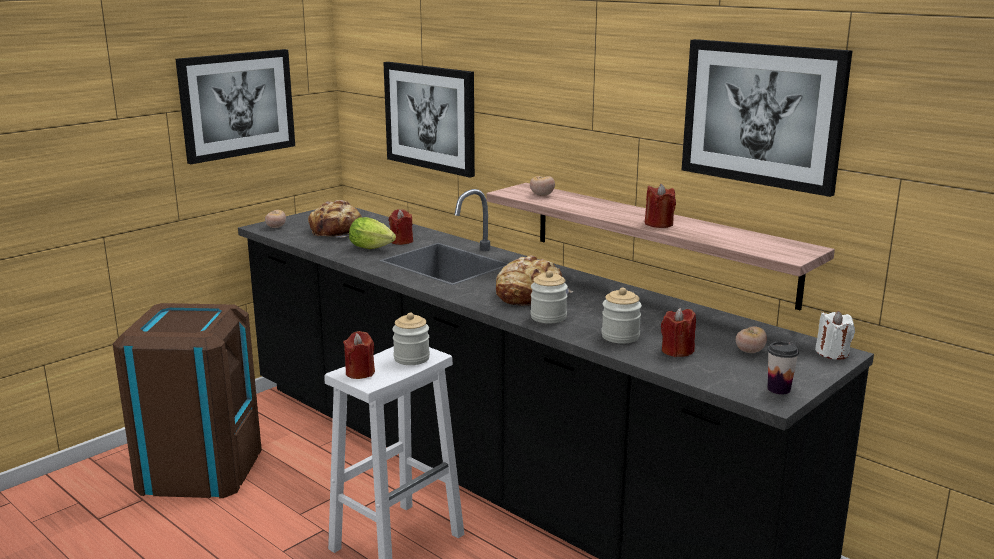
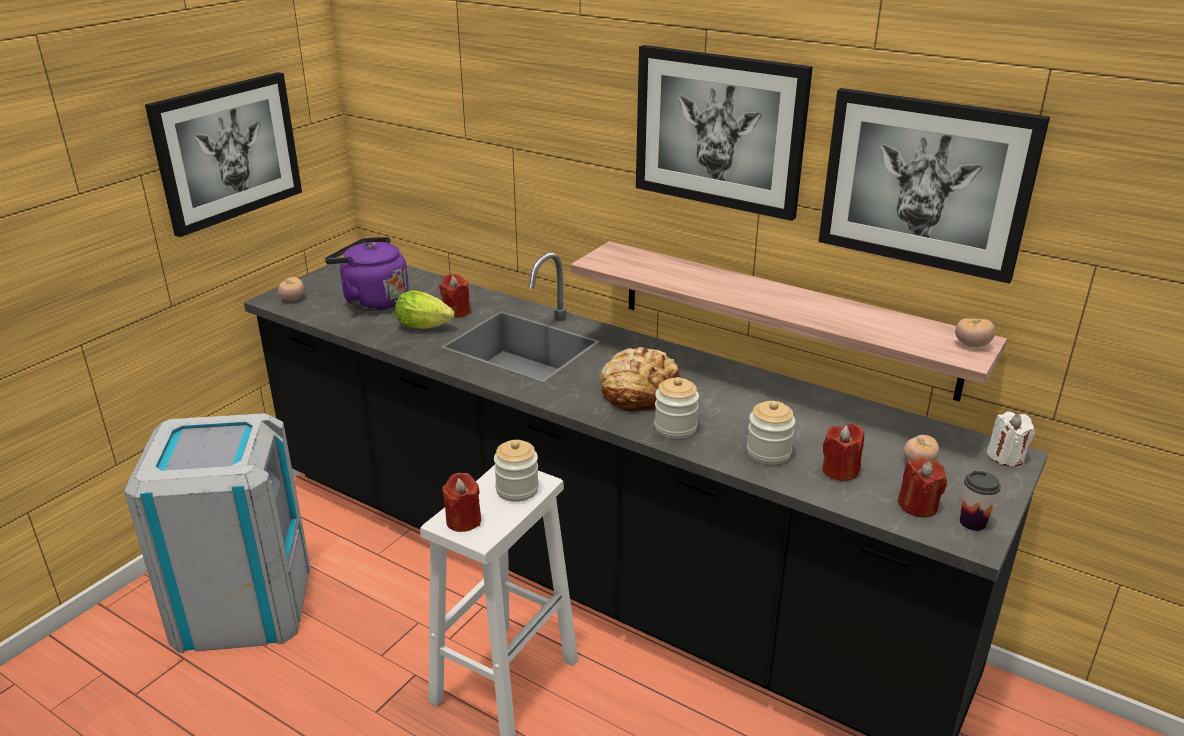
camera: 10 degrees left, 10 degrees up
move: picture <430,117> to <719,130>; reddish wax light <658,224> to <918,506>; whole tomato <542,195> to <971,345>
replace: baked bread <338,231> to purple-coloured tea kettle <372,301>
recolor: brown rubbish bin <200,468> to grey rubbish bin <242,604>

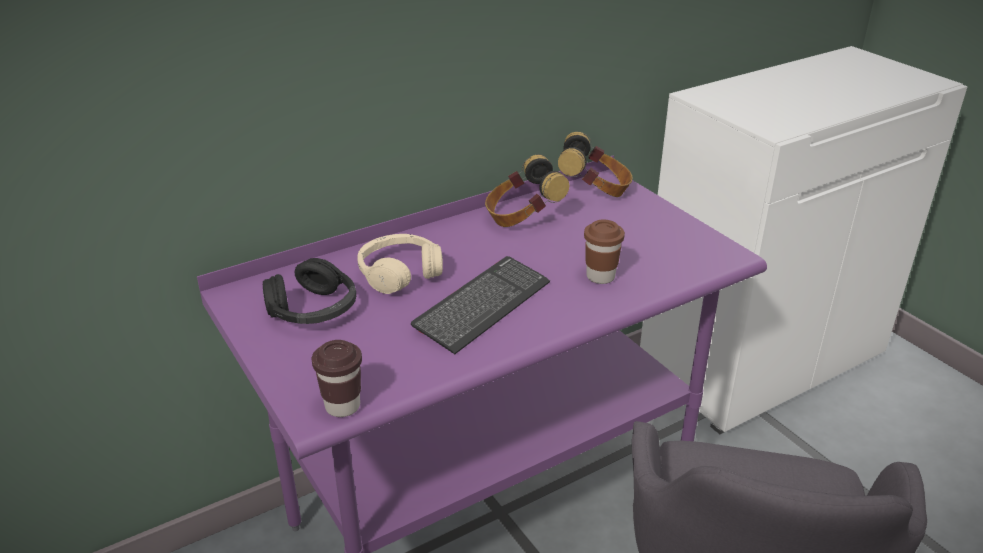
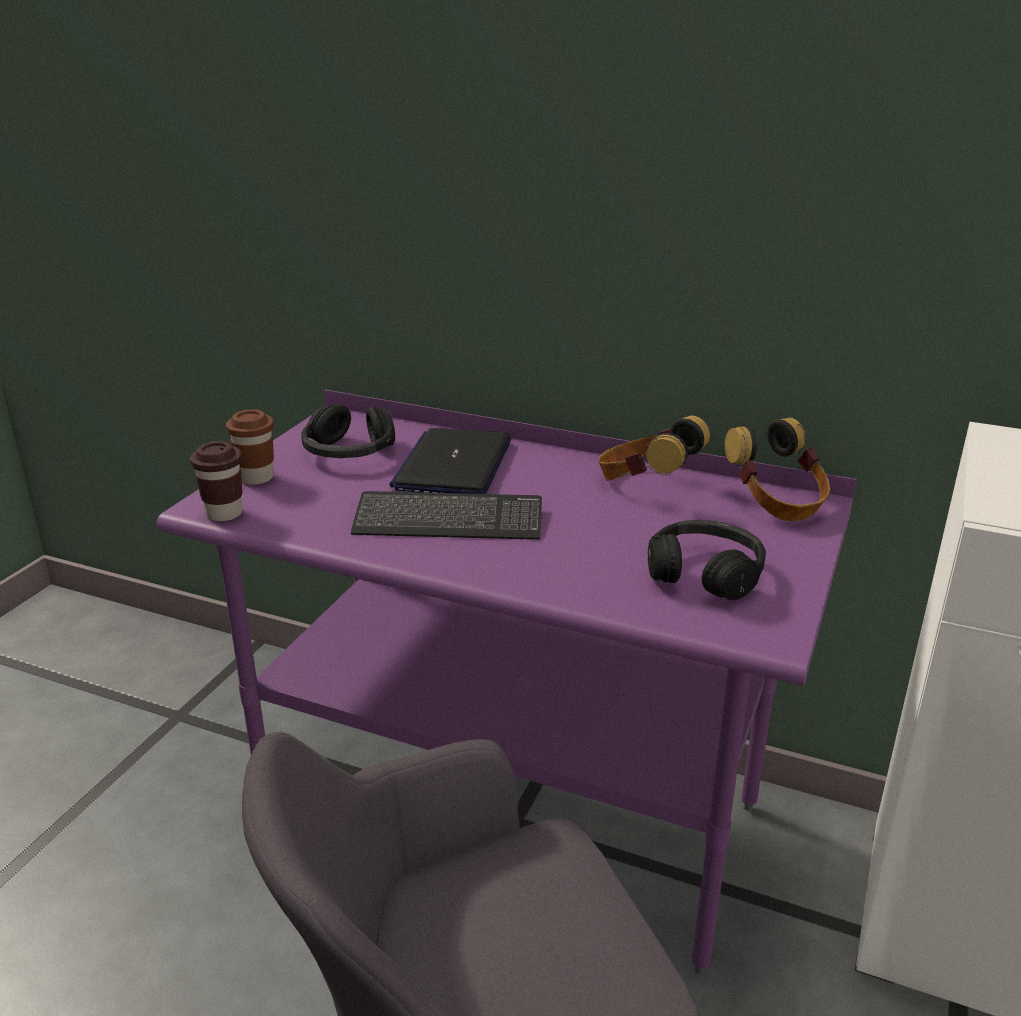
camera: 55 degrees right, 5 degrees down
insert: blackish headset <705,573>
move: brown small cup <600,276> to <257,478>
replace: beige-coloured headset <400,273> to laptop <453,465>

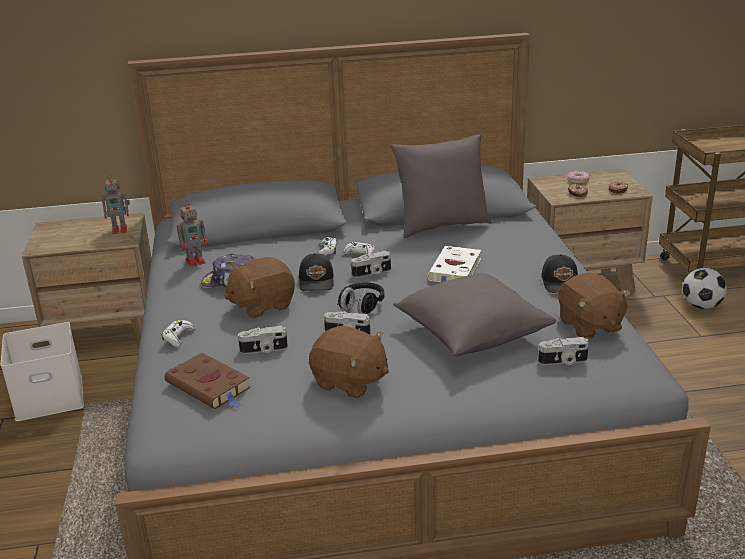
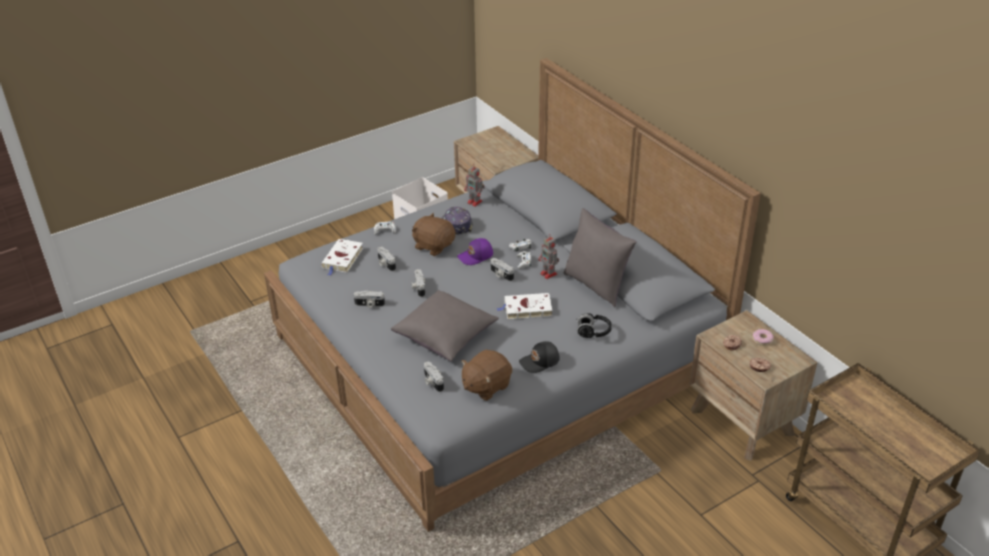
camera: 65 degrees right, 10 degrees up
delete: football ball <701,306>
move: toy robot <121,230> to <549,274>; blackish headset <361,306> to <593,332>
replace: brown plush toy <350,382> to still camera <369,305>
recolor: brown book <210,386> to white book <342,259>; blackish cap <317,281> to purple-coloured cap <476,256>

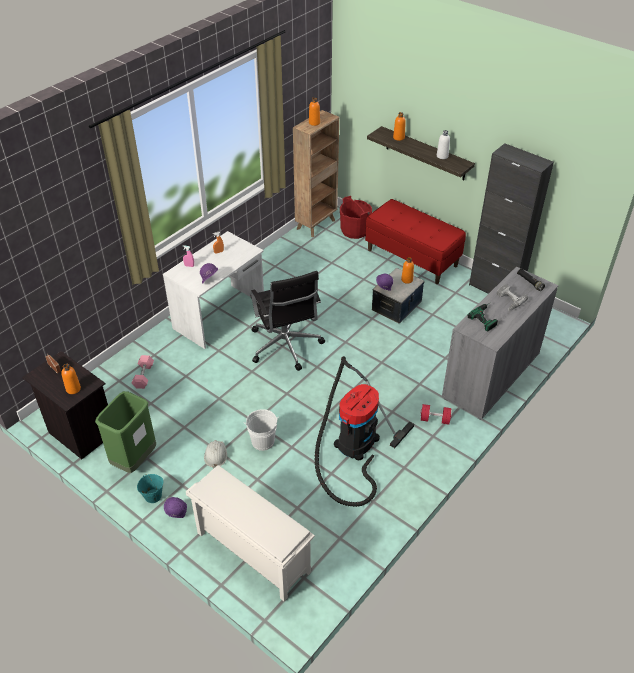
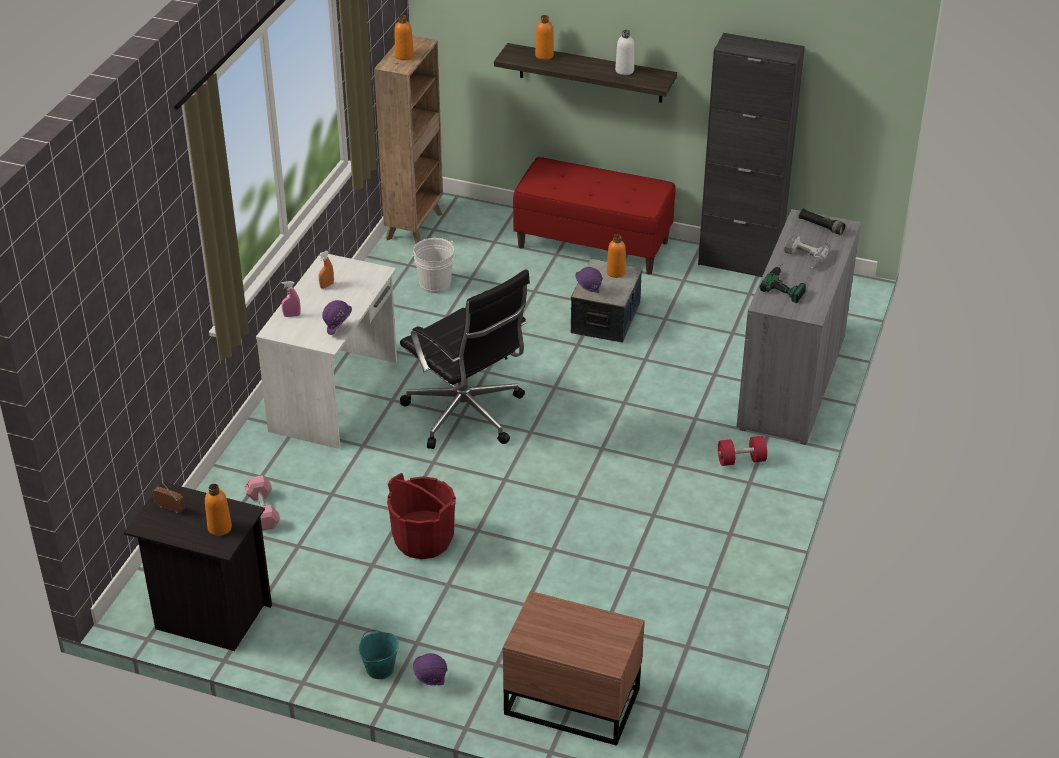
camera: 20 degrees left, 5 degrees down
delete: greenish rubbish bin <134,460>; white hard hat <215,455>; hoover <354,446>
move: reddish pail <355,230> to <423,539>; white pail <263,441> to <435,284>
replace: white shoe stand <251,552> to brown bedside table <571,699>

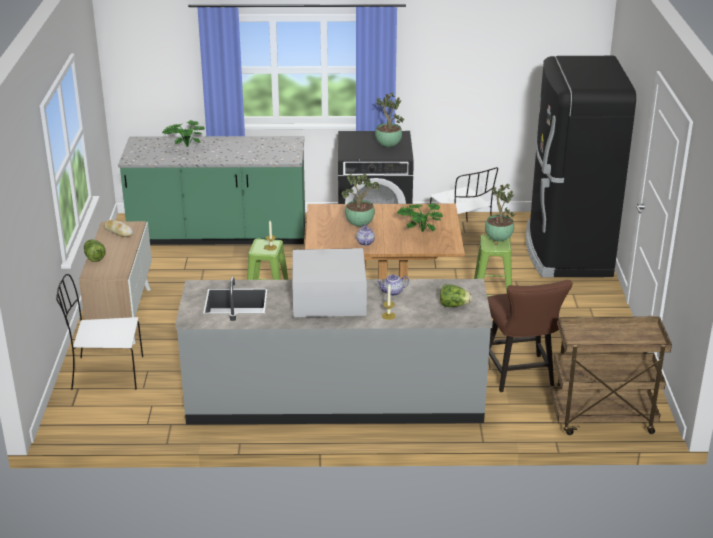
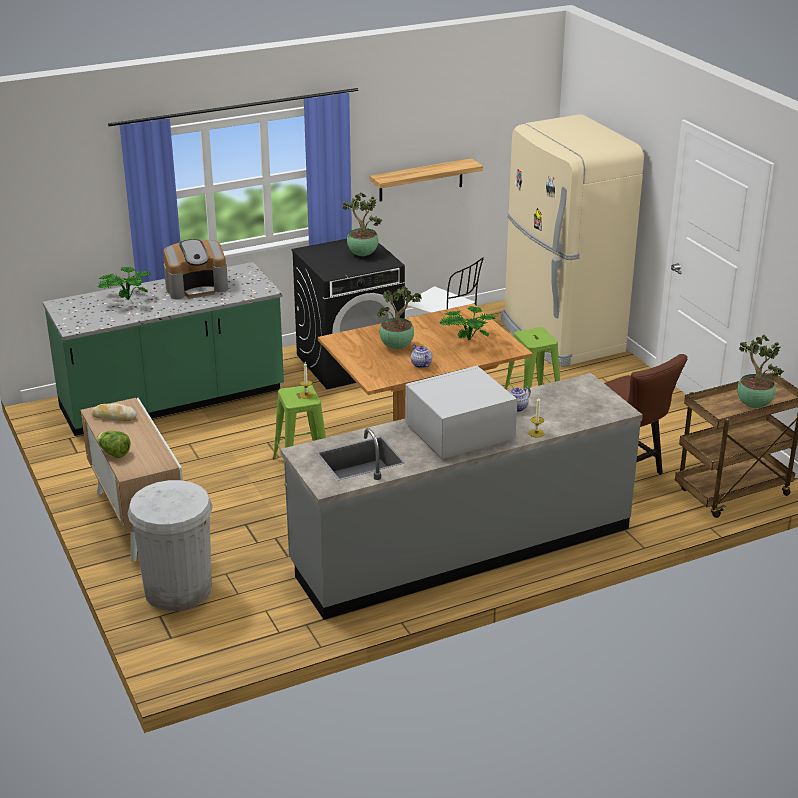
camera: 25 degrees left, 0 degrees up
delete: lettuce head <453,305>
insert: coffee brewer <196,287>; wall shelf <421,180>
move: potted plant <498,239> to <752,405>
replace: white plain chair <105,373> to white rubbish bin <178,590>
recolor: blackish refrigerator <566,252> to beige-coloured refrigerator <560,337>

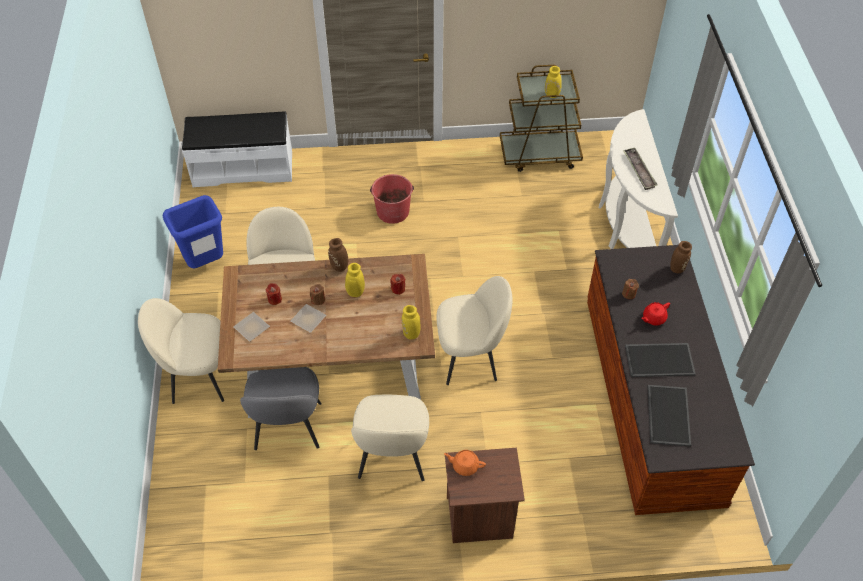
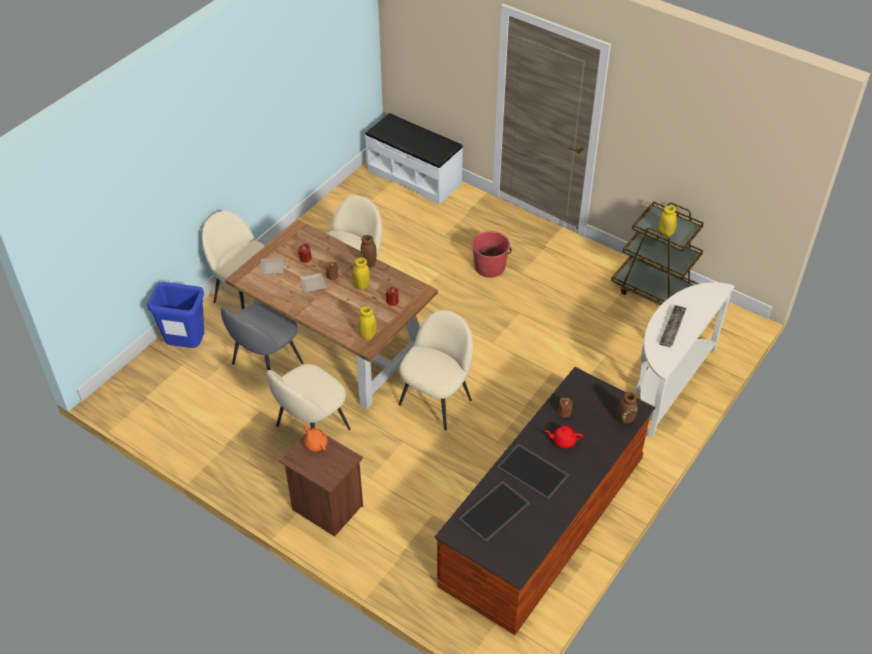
camera: 40 degrees right, 5 degrees down
move: bluish rubbish bin <205,264> to <186,346>
rotate: beige-coloured plain chair <470,357> = <436,400> 90 degrees counterclockwise

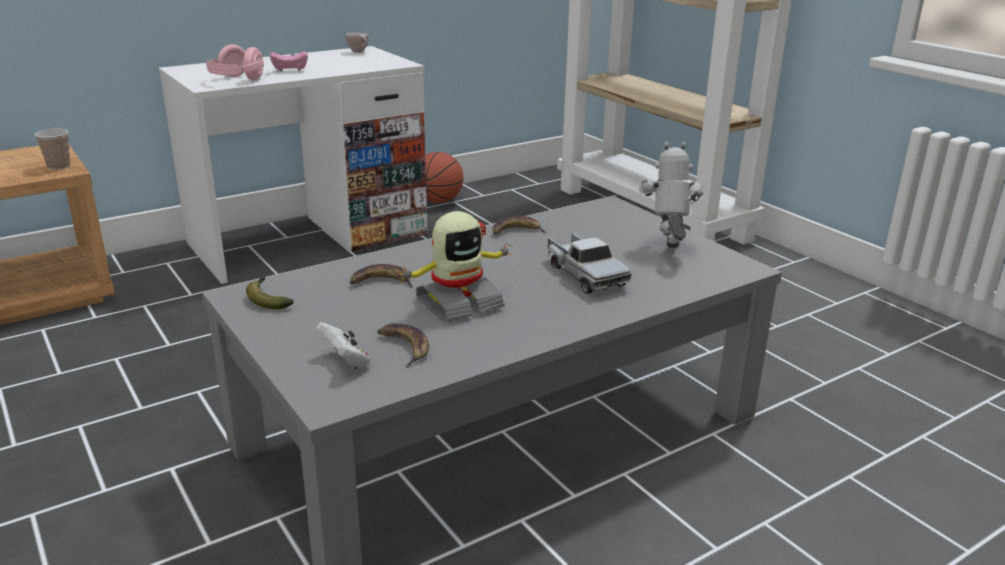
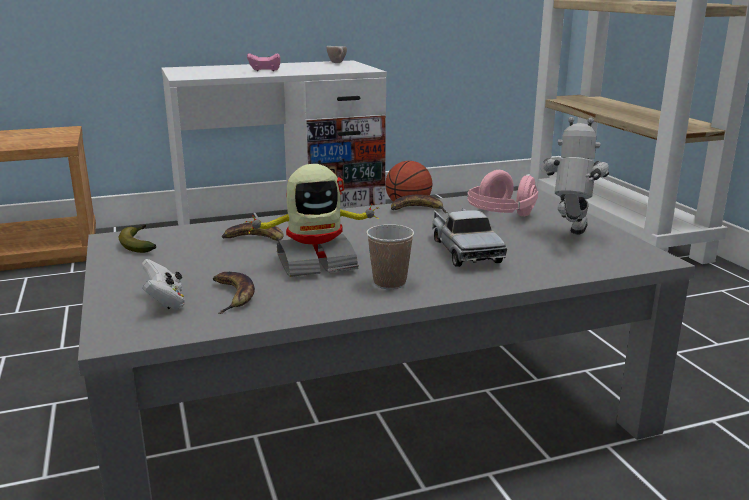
camera: 15 degrees right, 5 degrees down
move: small cup <59,166> to <389,283>; pinkish headset <236,80> to <501,215>

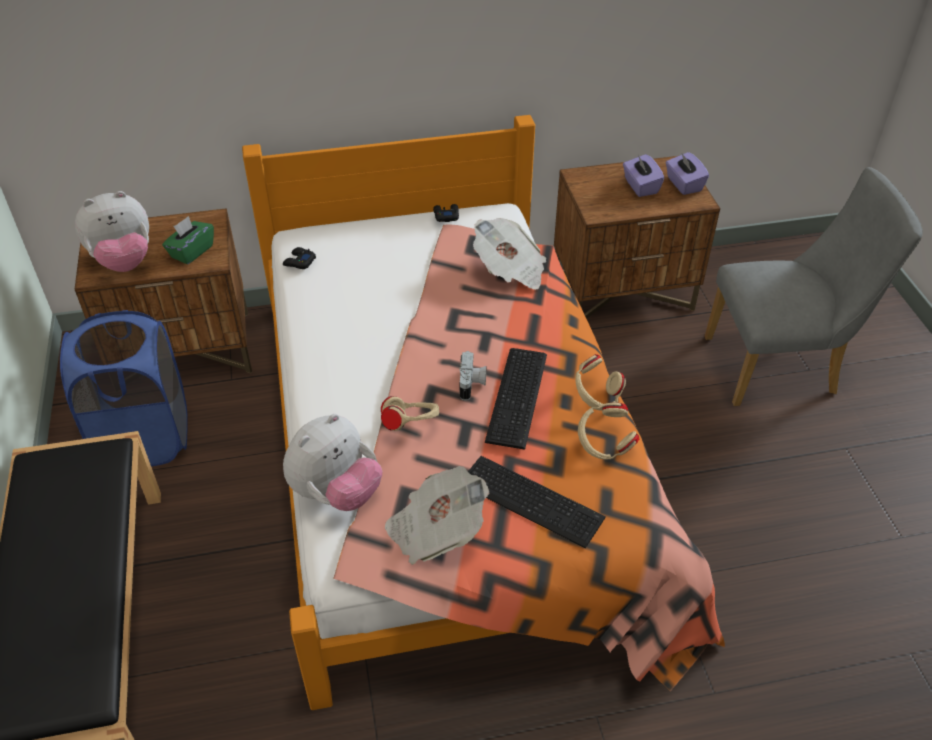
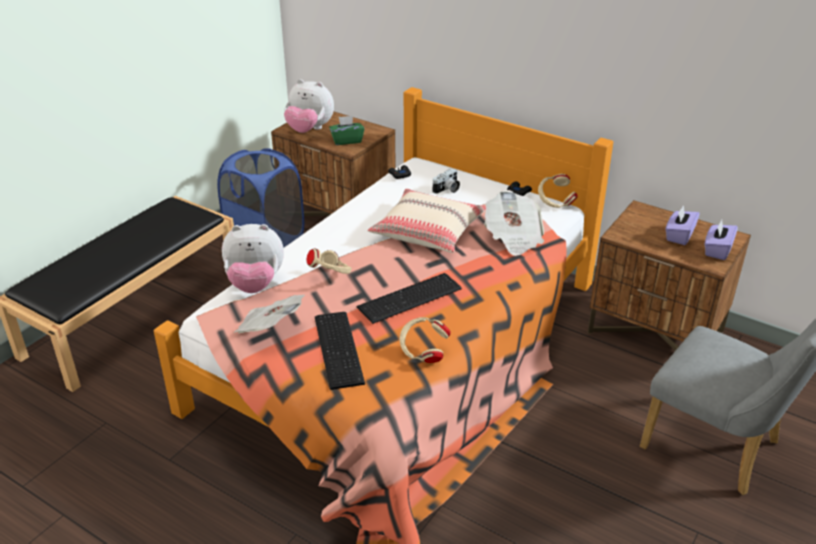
camera: 45 degrees right, 10 degrees down
insert: beige-coloured pillow <428,231>
move: still camera <472,384> to <447,190>; beige-coloured headset <596,398> to <555,203>

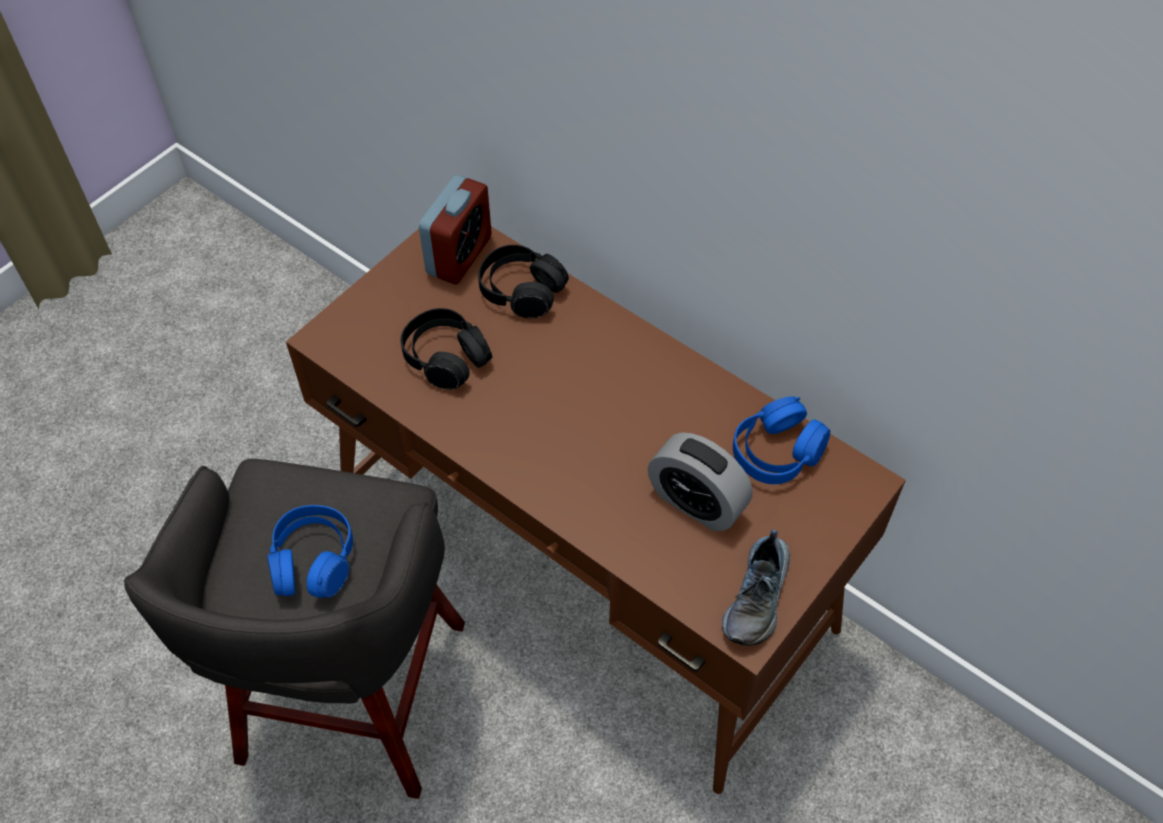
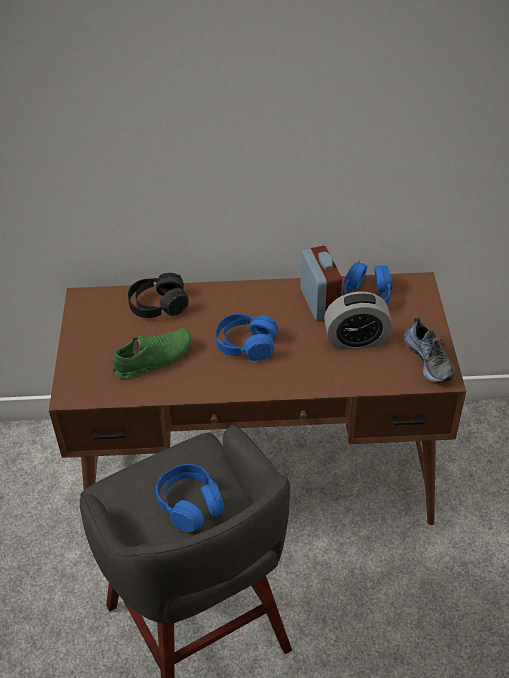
camera: 40 degrees left, 10 degrees down
insert: bluish headset <246,344>
move: alarm clock <459,255> to <319,303>
replace: blackish headset <446,357> to greenish shoe <153,359>

